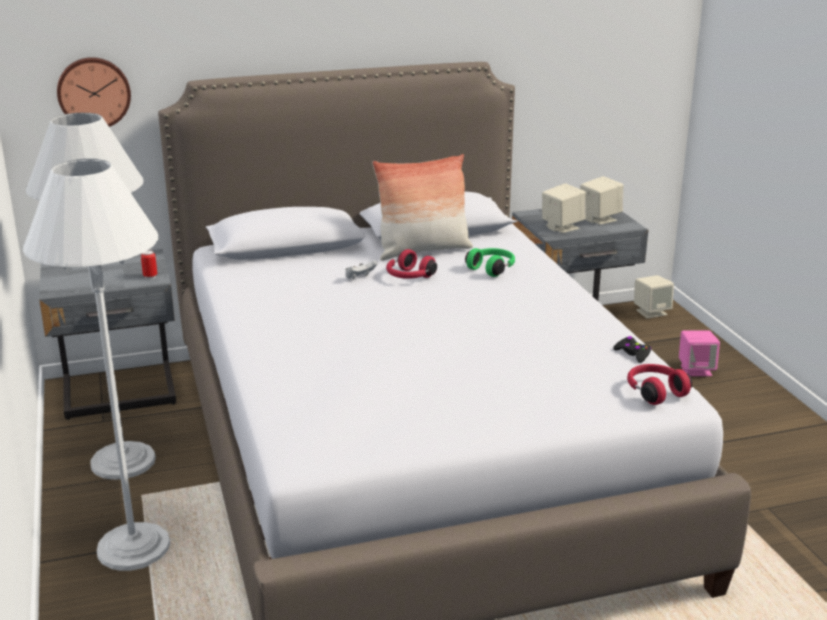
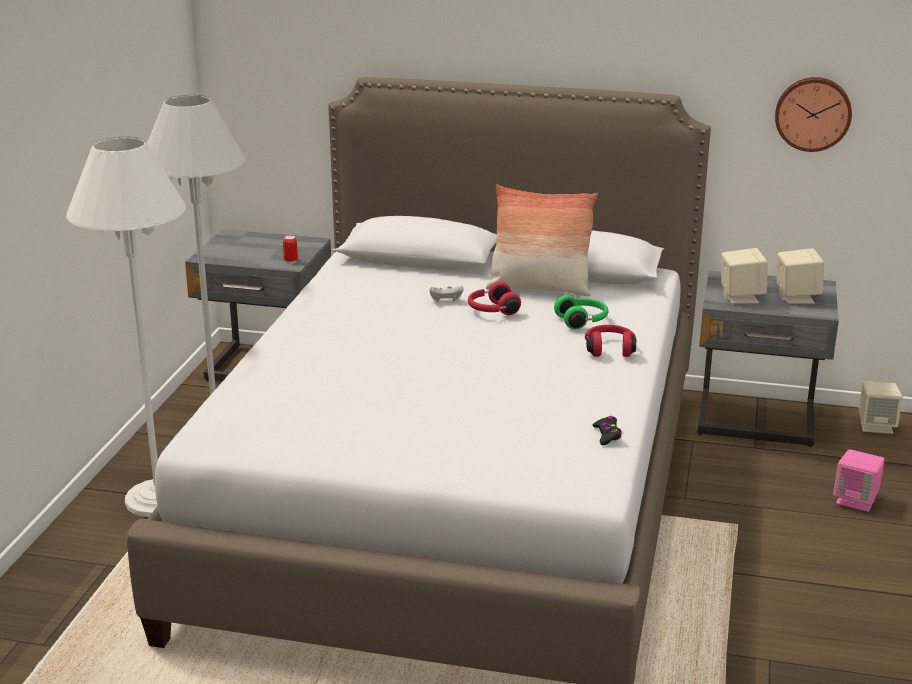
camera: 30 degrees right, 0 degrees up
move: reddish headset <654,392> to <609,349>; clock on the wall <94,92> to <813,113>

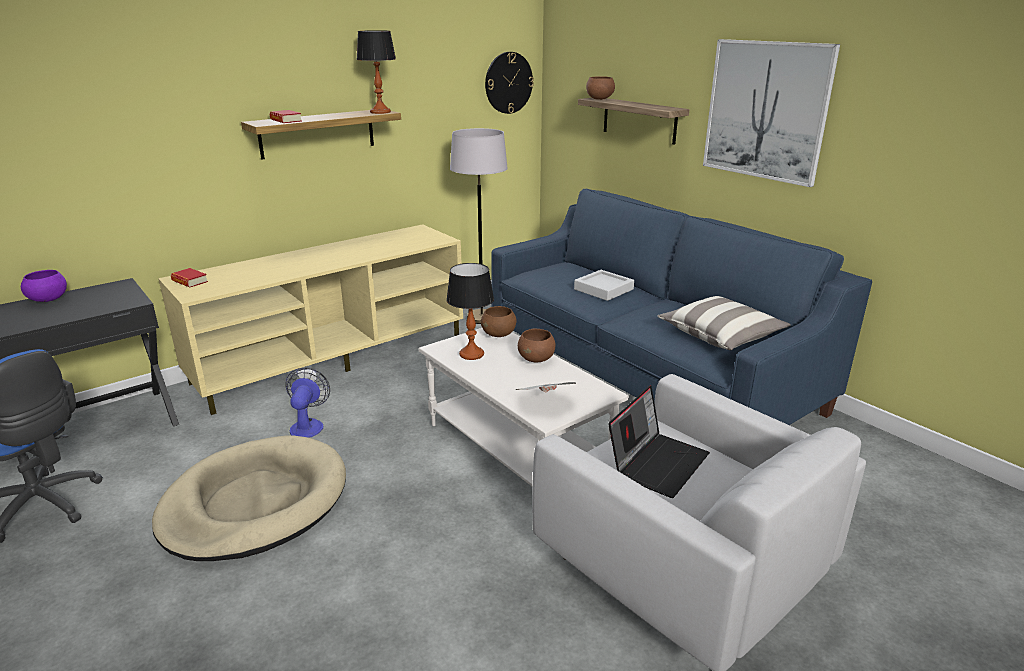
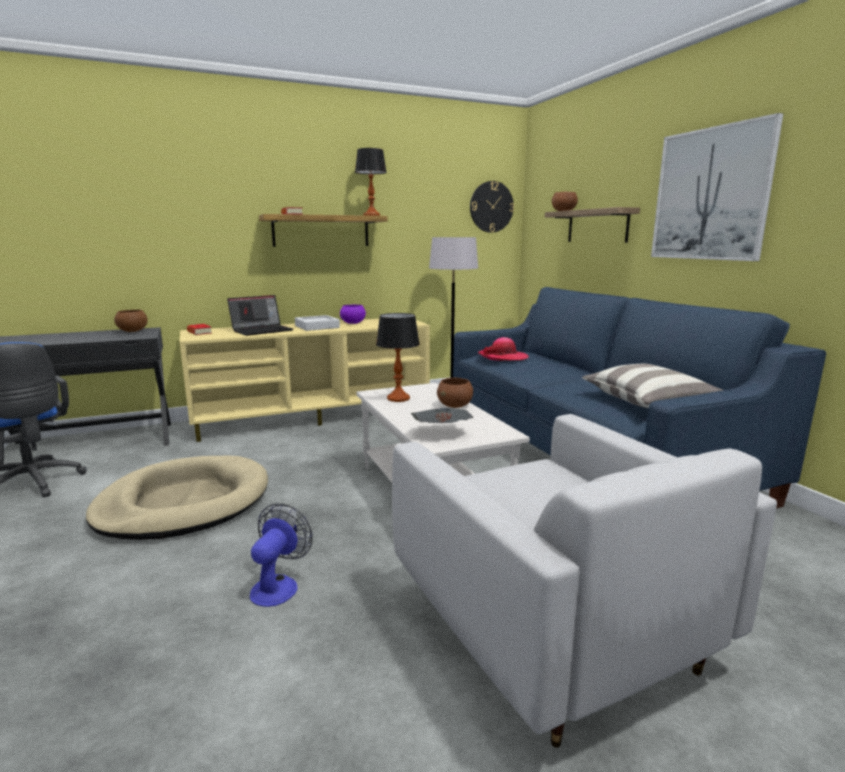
camera: 15 degrees right, 10 degrees down
insert: wearable hat <503,357>
move: brown serving bowl <499,334> to <133,331>; laptop <657,462> to <262,330>; fan <308,425> to <278,585>; grey carrying tray <603,289> to <317,327>; purple-coloured serving bowl <48,299> to <353,323>

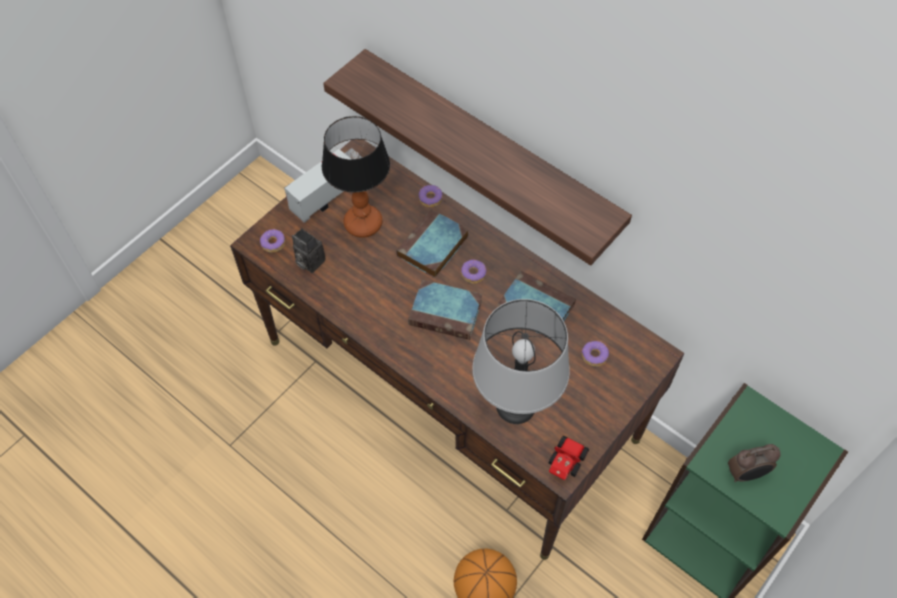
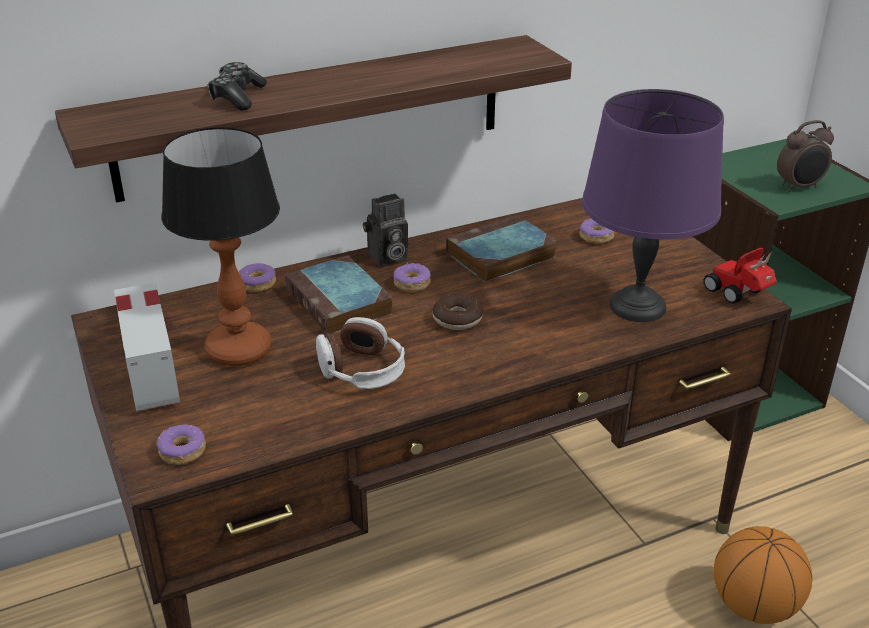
camera: 65 degrees left, 25 degrees down
insert: game controller <237,97>; headset <362,370>
move: still camera <308,261> to <387,258>
replace: book <447,313> to donut <457,319>
recolor: grey tabletop lamp <516,406> to purple-coloured tabletop lamp <638,305>
rotate: alarm clock <746,474> = <799,187> 60 degrees clockwise

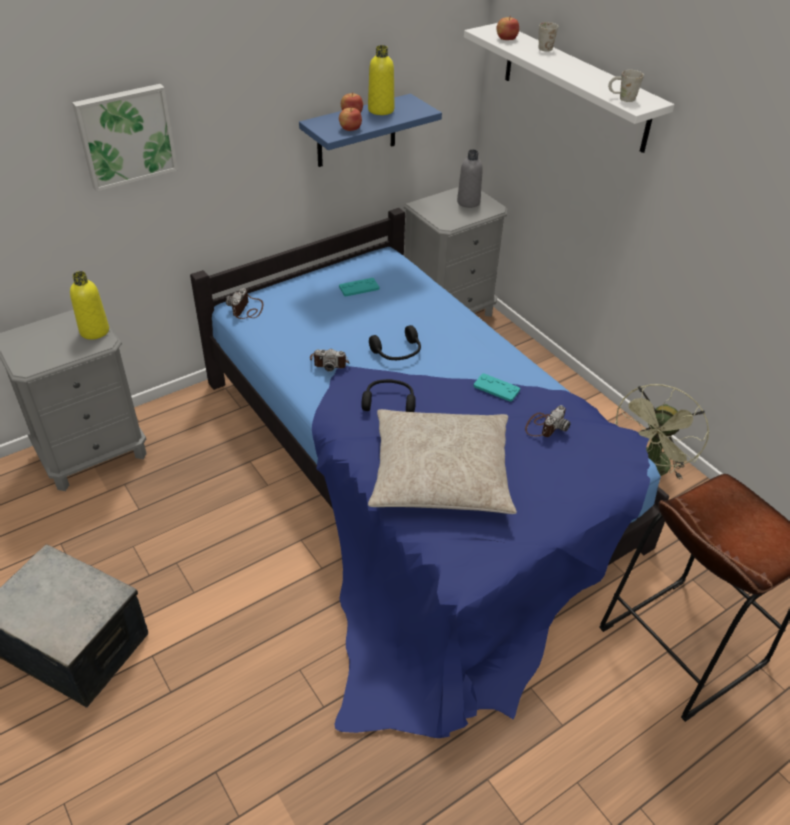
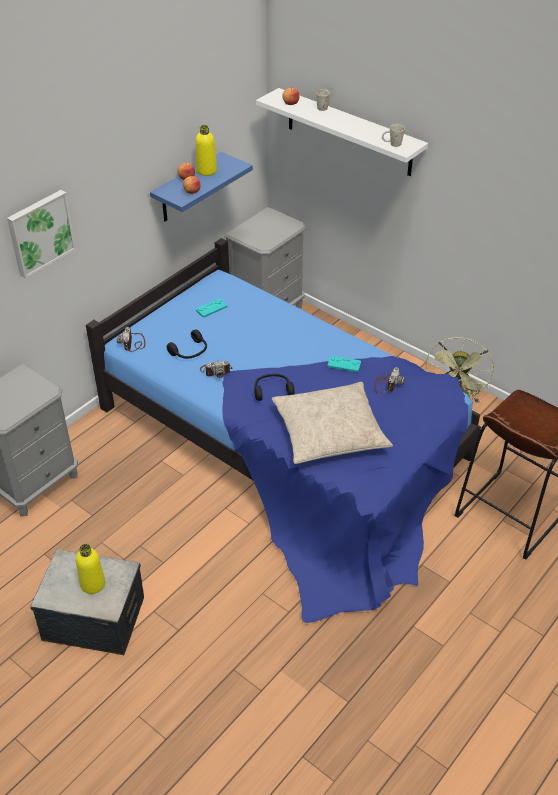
camera: 15 degrees left, 0 degrees up
delete: grey bottle <468,202>
move: yellowish bottle <94,331> to <93,584>; blackish headset <397,352> to <190,352>

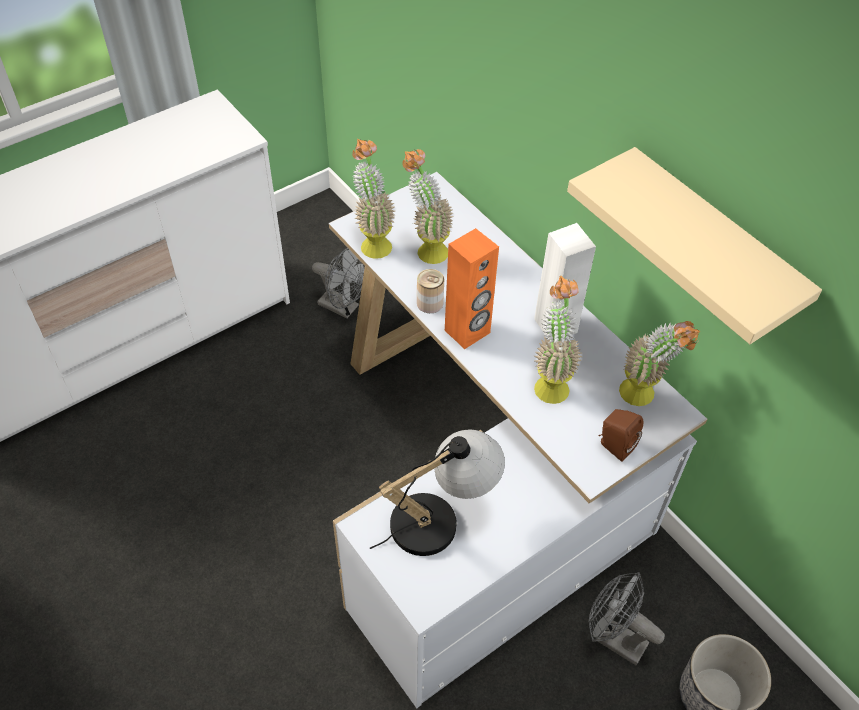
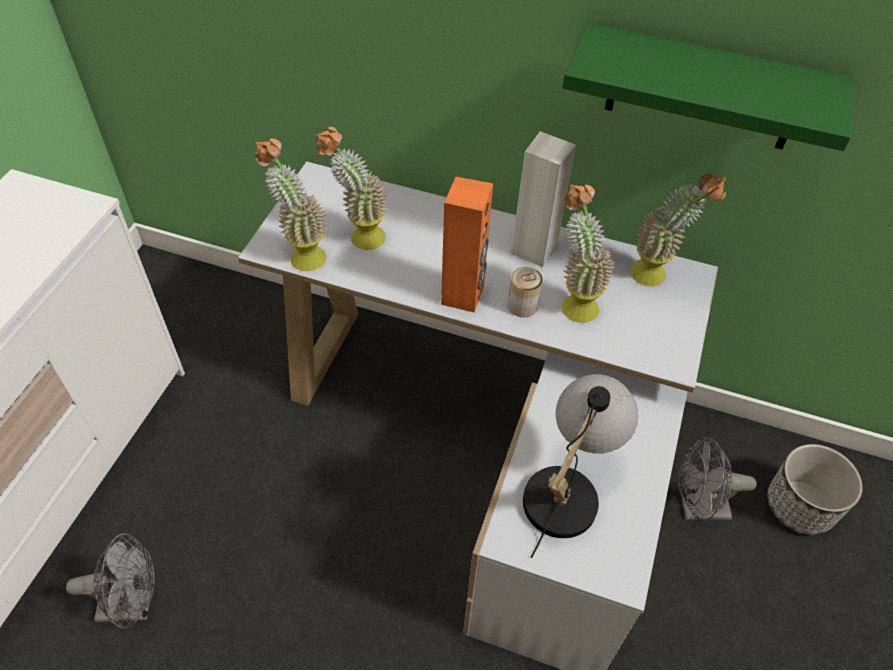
camera: 35 degrees left, 0 degrees up
delete: brown audio speaker <614,446>
move: grey fan <344,307> to <134,605>; can <430,303> to <522,305>
recolor: beige-coloured wall shelf <711,245> to greenish wall shelf <704,89>

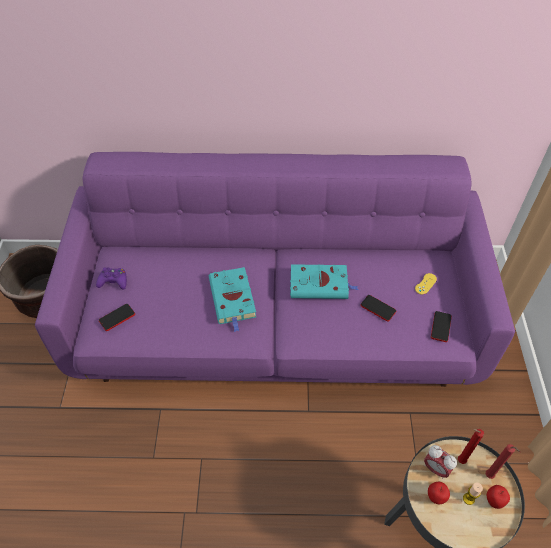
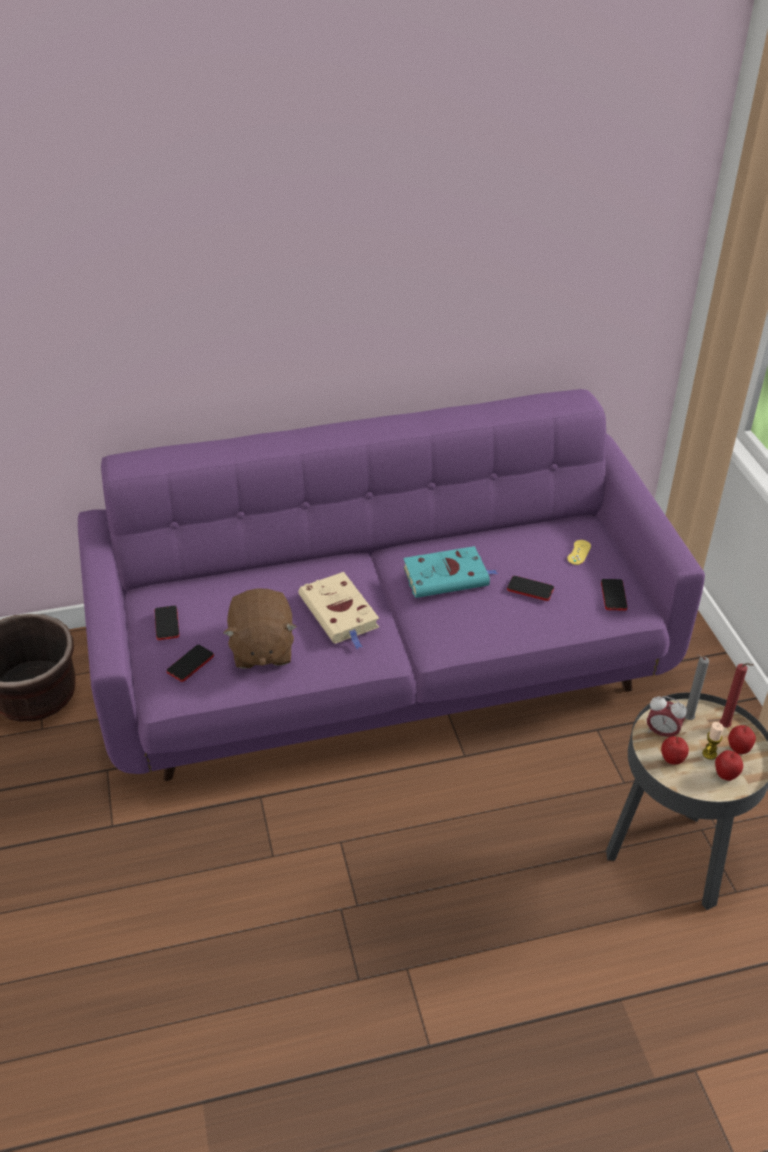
camera: 15 degrees left, 10 degrees down
insert: brown plush toy <261,649>; apple <725,775>
replace: purple-coloured game controller <113,281> to handset <167,623>
recolor: turquoise-coloured book <233,299> to beige-coloured book <340,614>; reddish wax light <459,460> to grey wax light <686,719>

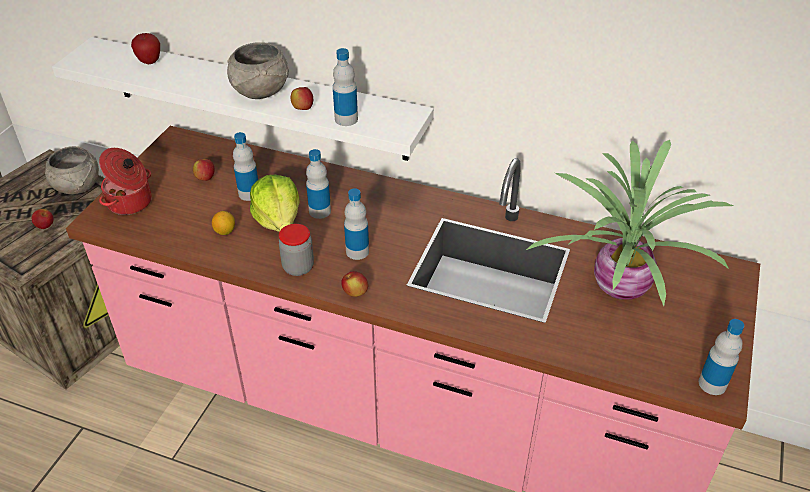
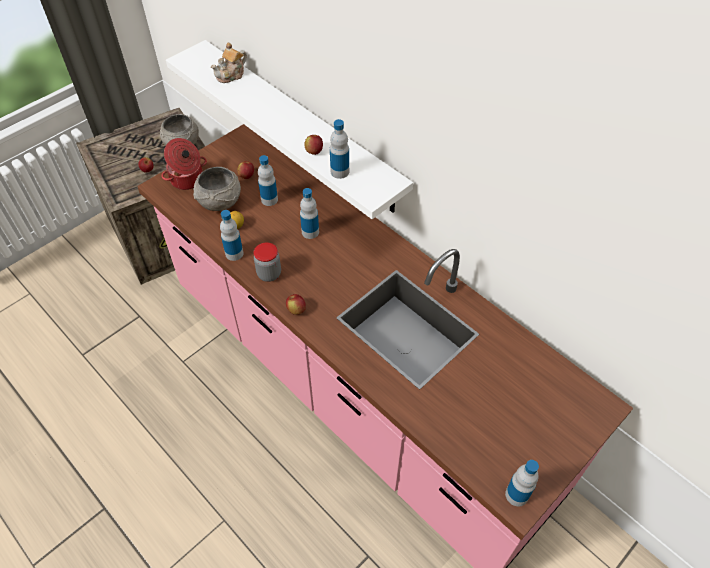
camera: 25 degrees right, 10 degrees up
delete: lettuce head <278,219>; potted plant <616,286>
move: grey serving bowl <260,92> to <219,202>; bottle <357,251> to <234,253>
replace: apple <149,62> to tea pot <231,75>

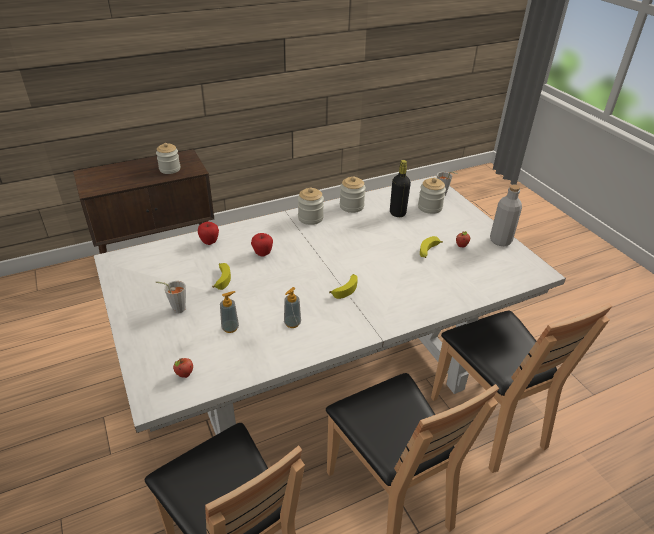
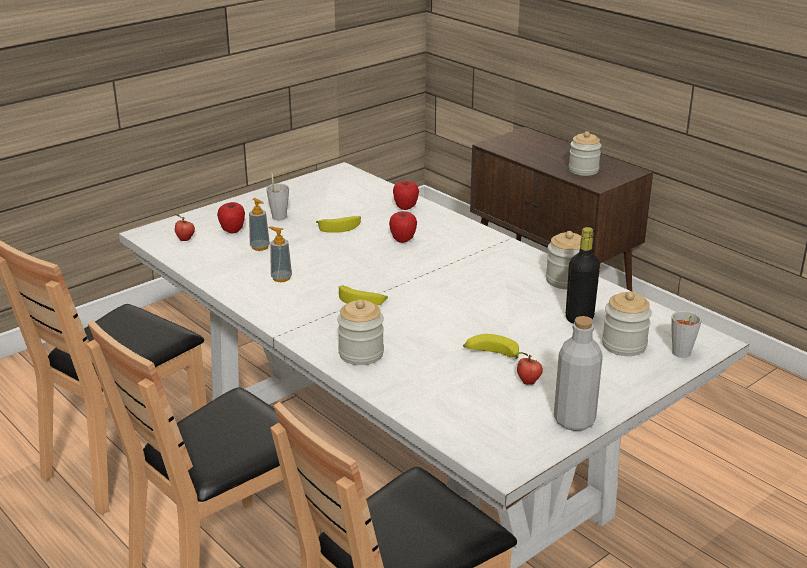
camera: 75 degrees right, 10 degrees down
insert: apple <232,231>
move: jar <310,218> to <361,354>

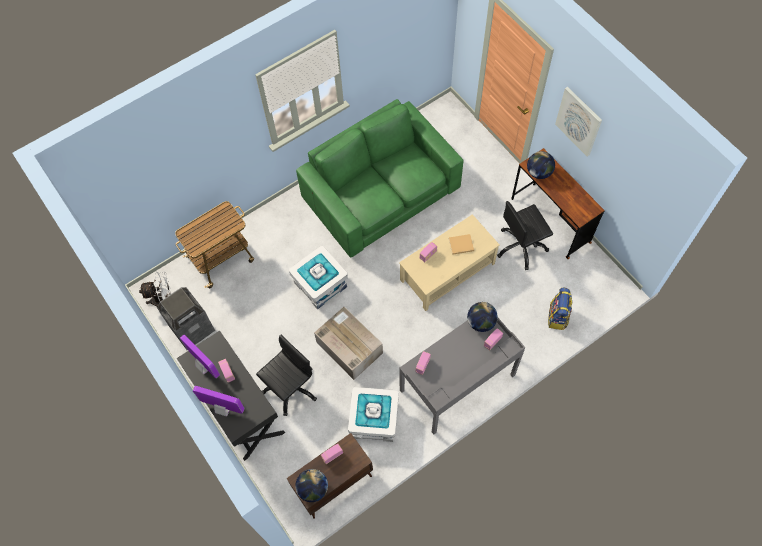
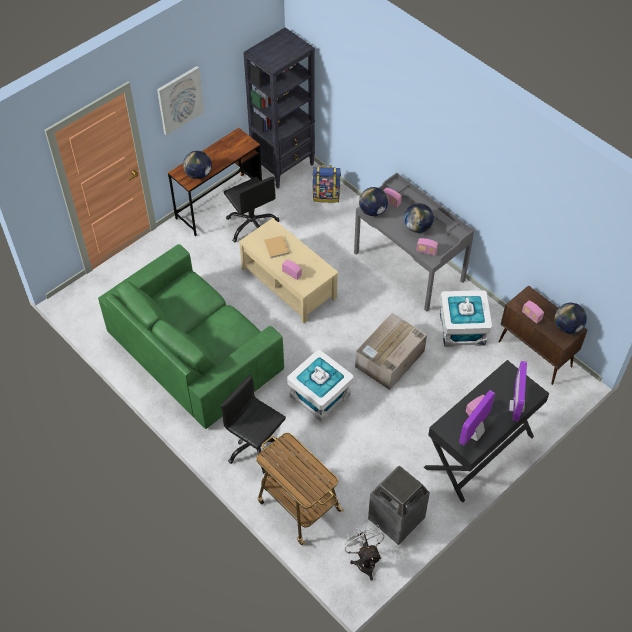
camera: 100 degrees left, 10 degrees down
insert: blackish bookshelf <283,166>; desk globe <417,227>
move: blackish desk chair <290,387> to <255,446>

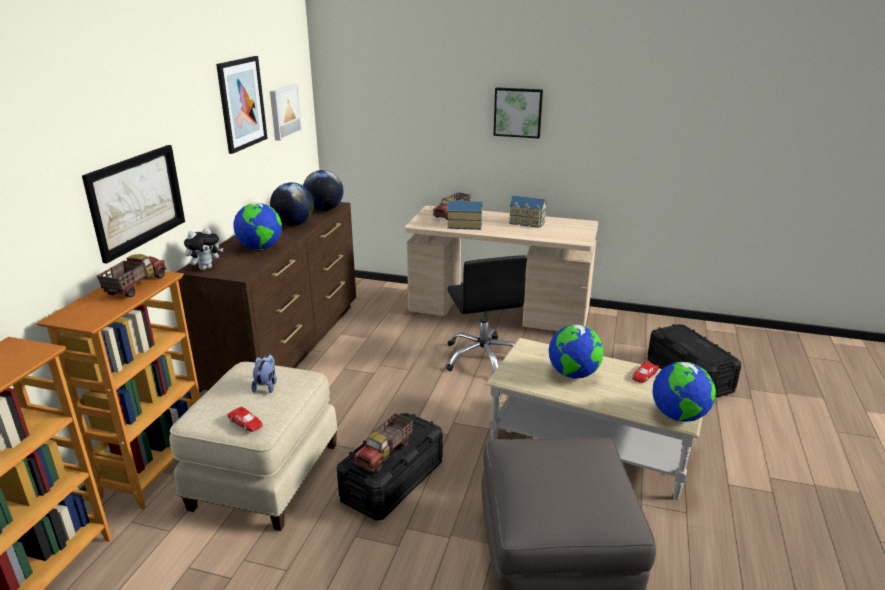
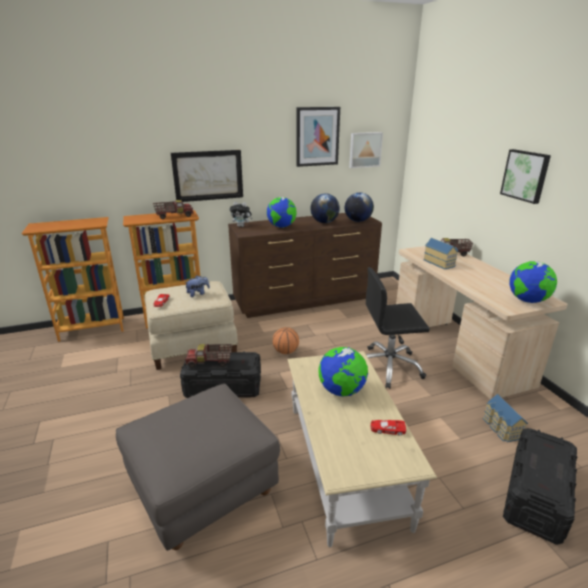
camera: 55 degrees right, 0 degrees up
insert: ball for basketball <285,352>
move: model house <526,223> to <501,428>; desk globe <679,416> to <527,301>
rotate: blackish desk chair <483,358> = <388,367> 45 degrees clockwise

